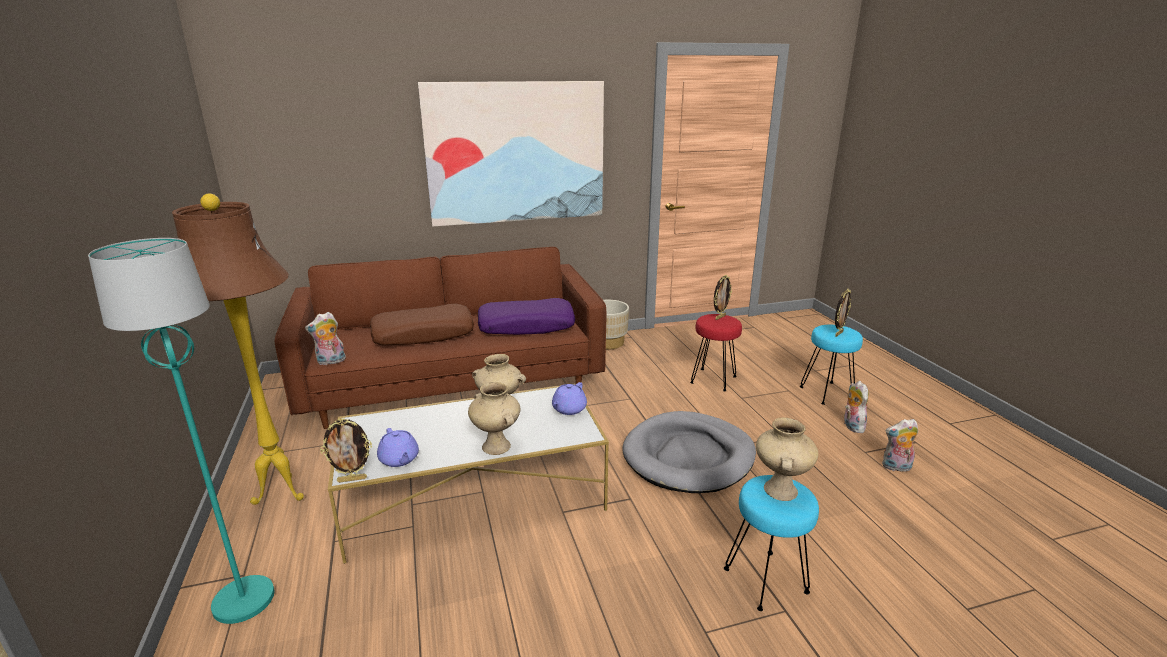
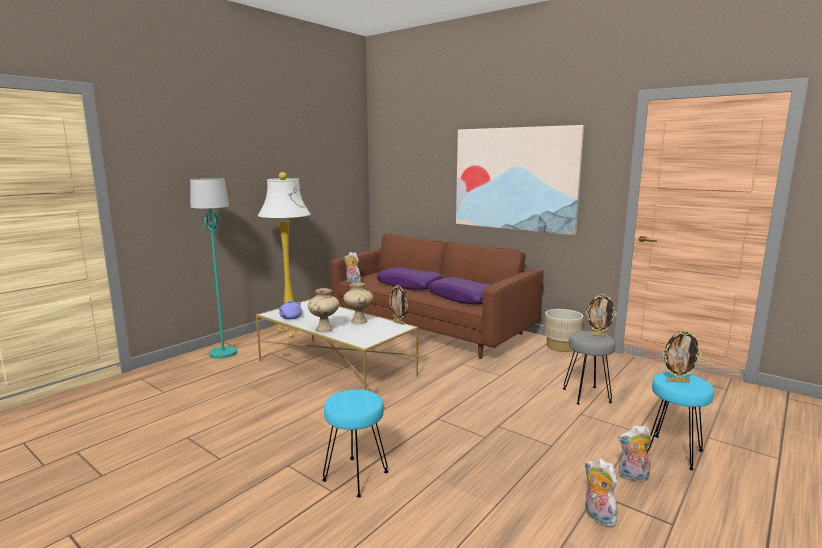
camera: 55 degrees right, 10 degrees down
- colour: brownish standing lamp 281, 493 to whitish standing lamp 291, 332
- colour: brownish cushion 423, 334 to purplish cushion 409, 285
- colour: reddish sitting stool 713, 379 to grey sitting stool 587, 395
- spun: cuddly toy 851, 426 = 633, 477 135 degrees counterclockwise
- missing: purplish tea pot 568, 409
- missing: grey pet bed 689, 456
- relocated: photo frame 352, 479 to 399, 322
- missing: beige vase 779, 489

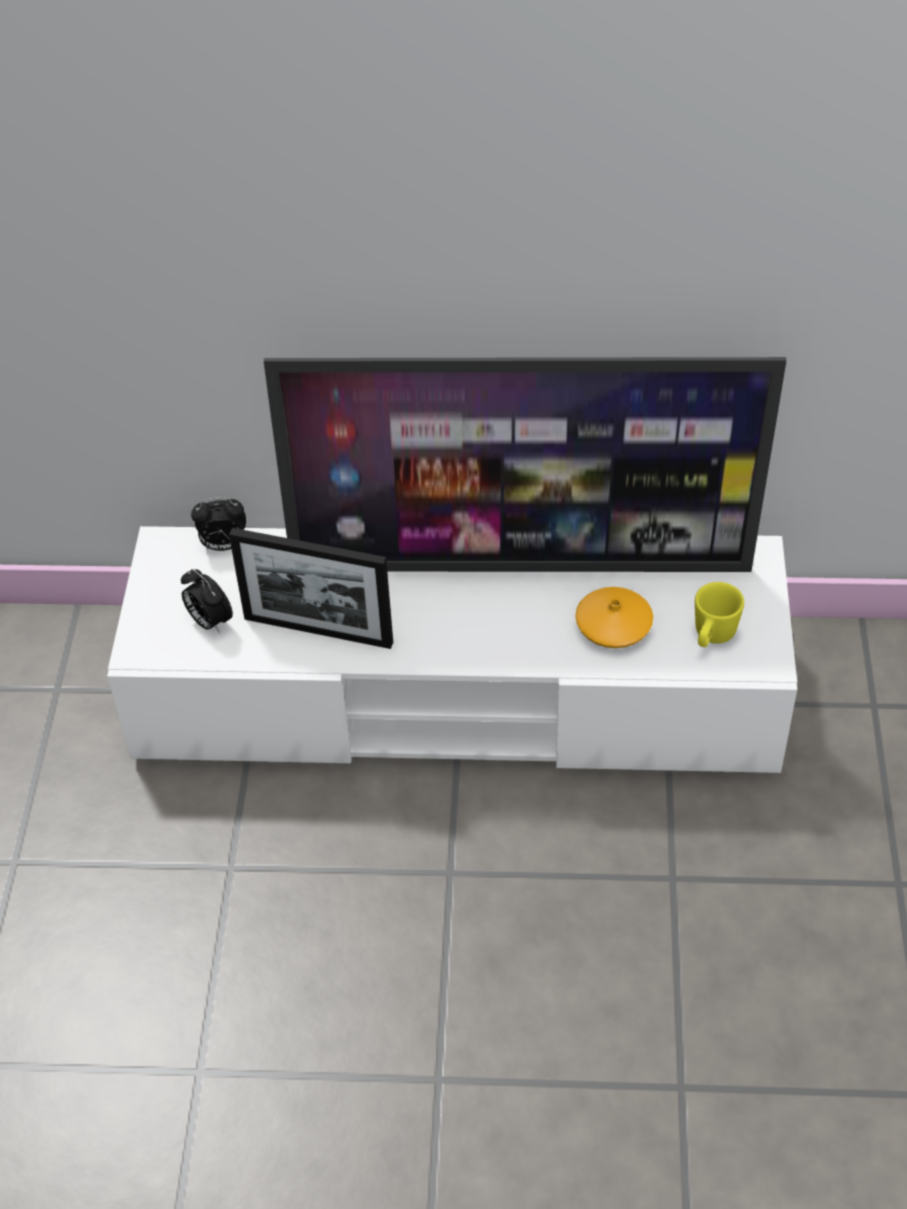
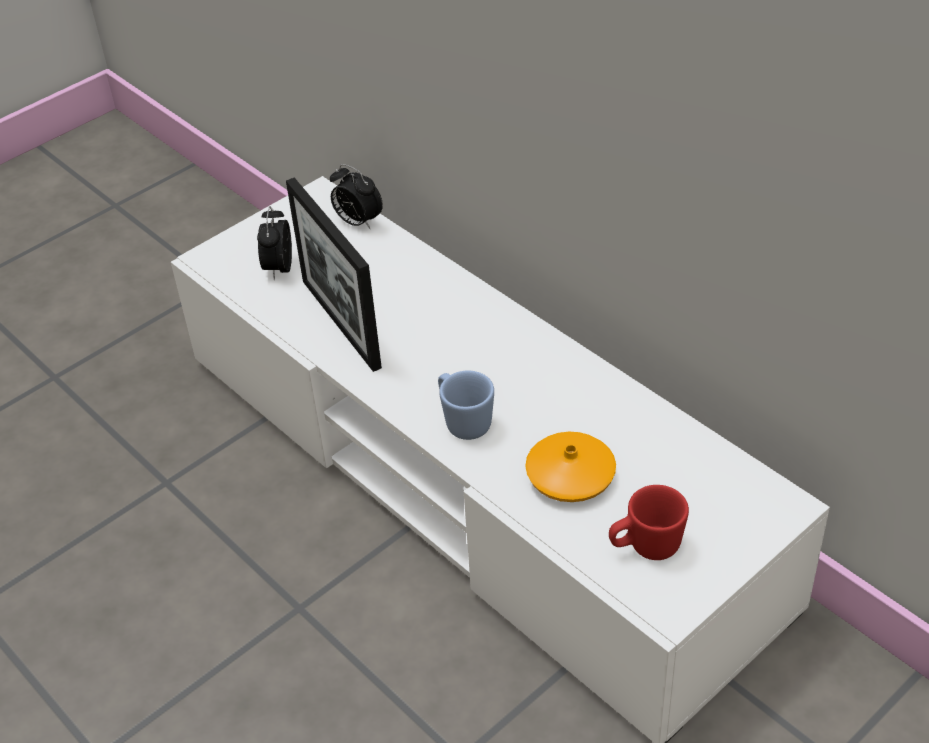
camera: 45 degrees right, 5 degrees down
- missing: TV set 521, 565
- colour: yellow mug 712, 637 to reddish mug 645, 547
- appeared: bluish mug 463, 421

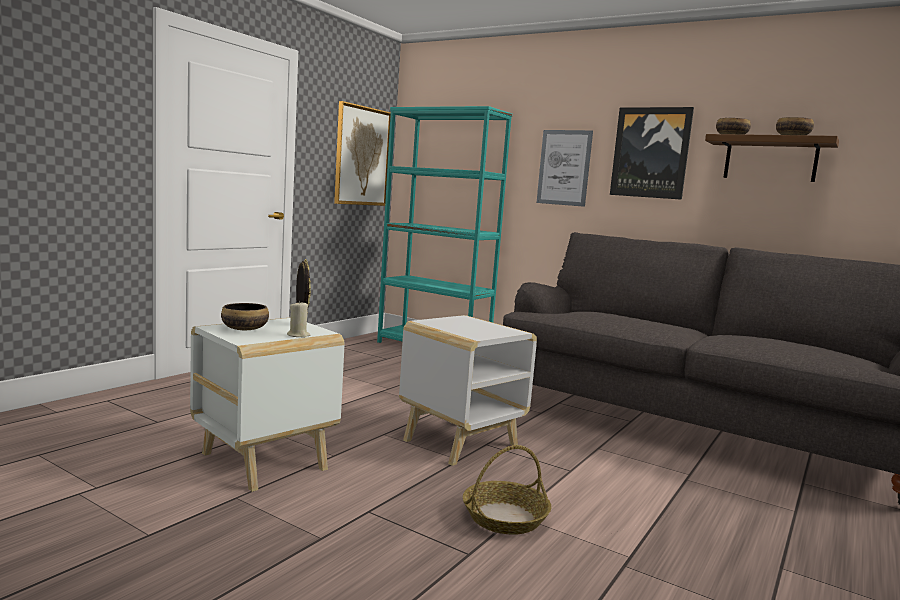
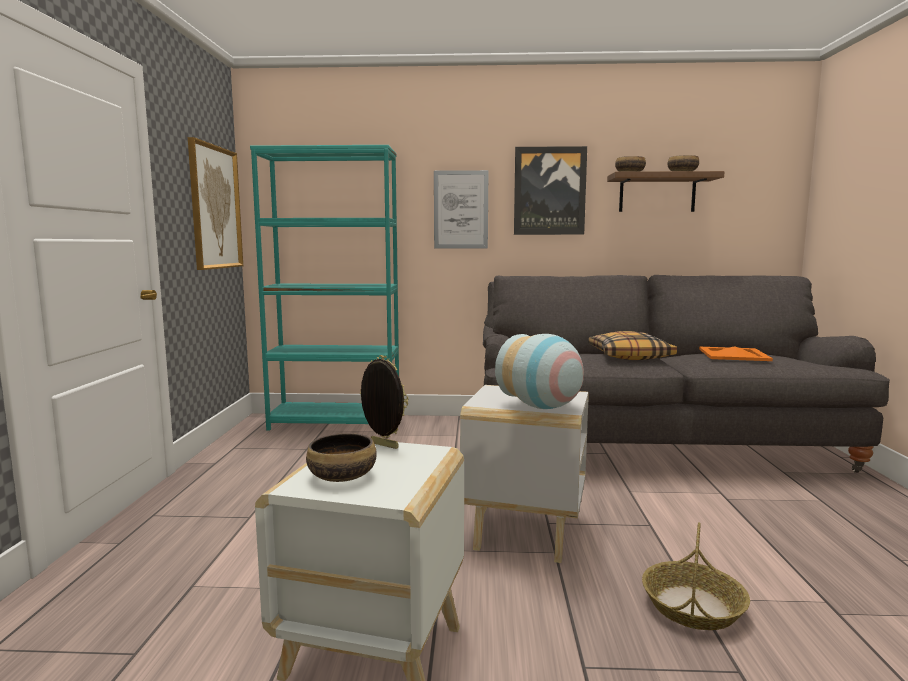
camera: 30 degrees left, 0 degrees up
- missing: beige candle 298, 335
- appeared: cushion 629, 356
- appeared: vase 543, 407
- appeared: orange-coloured serving tray 733, 355

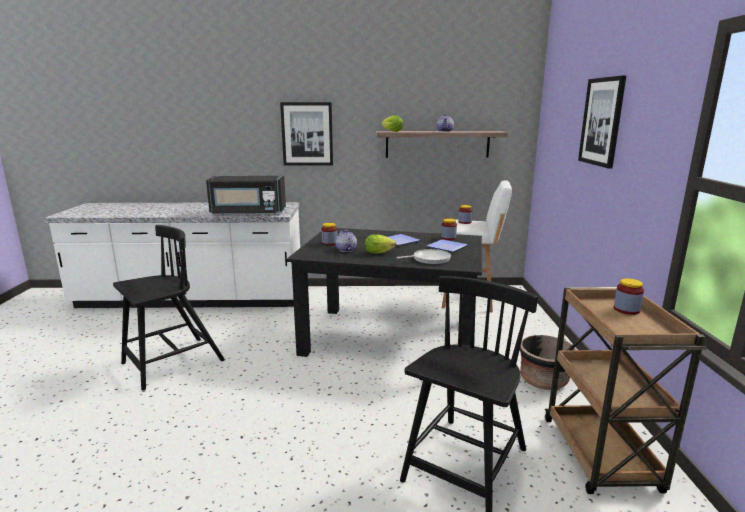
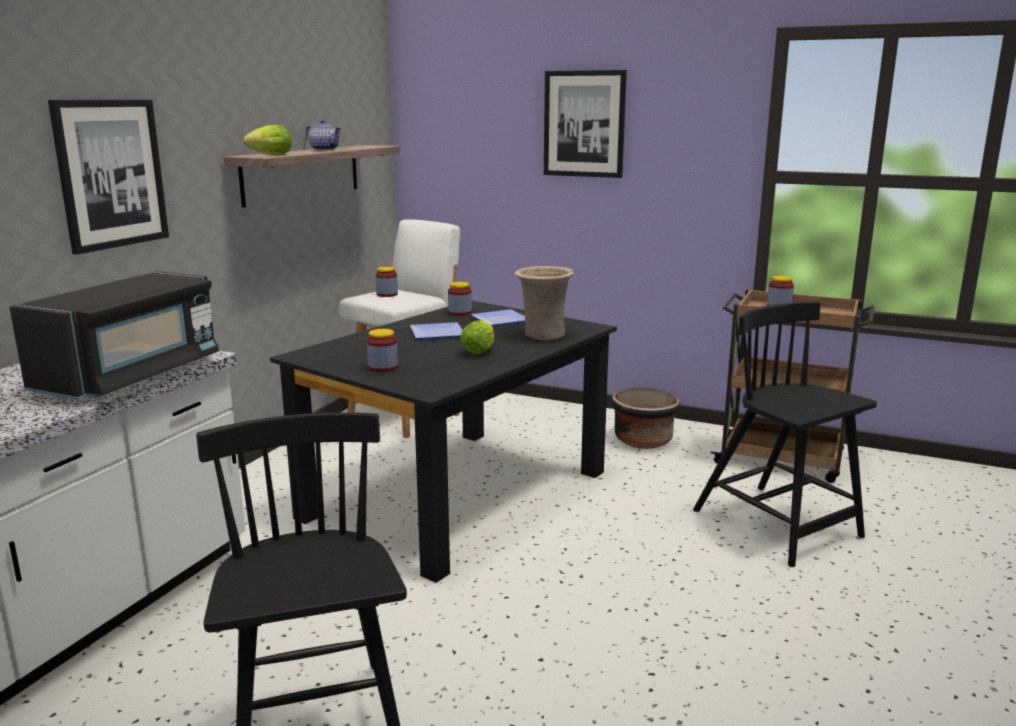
camera: 65 degrees left, 0 degrees up
- missing: tea pot 346, 250
- exchanged: pan 429, 259 to beige vase 542, 335

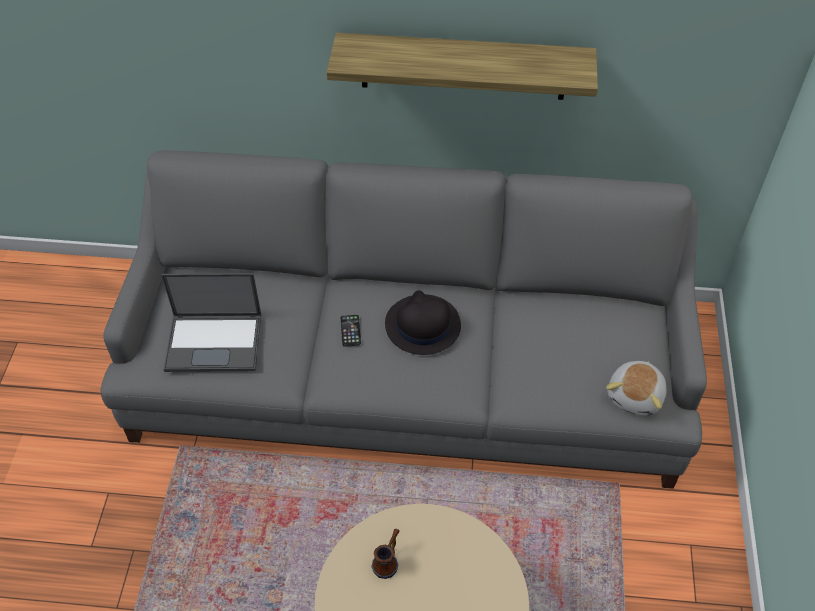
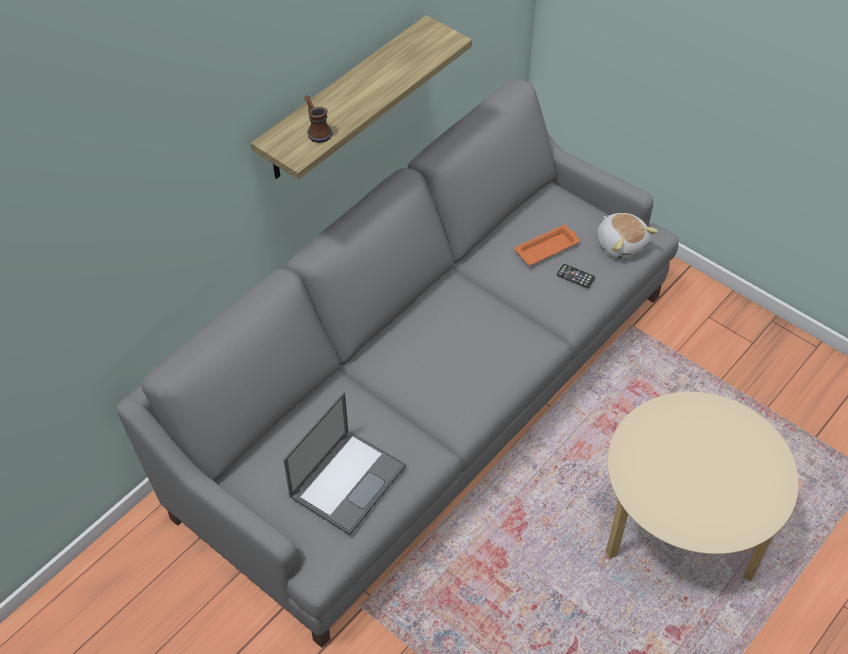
camera: 55 degrees left, 0 degrees up
- missing: black-coloured hat 422, 325
- relocated: phone 350, 331 to 575, 276
- relocated: mug 388, 560 to 316, 130
- appeared: orange-coloured serving tray 547, 248

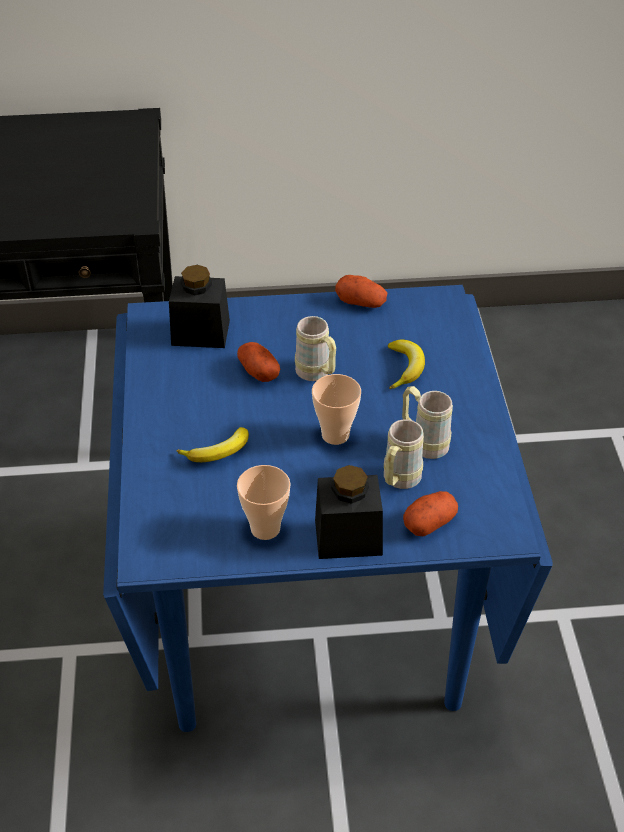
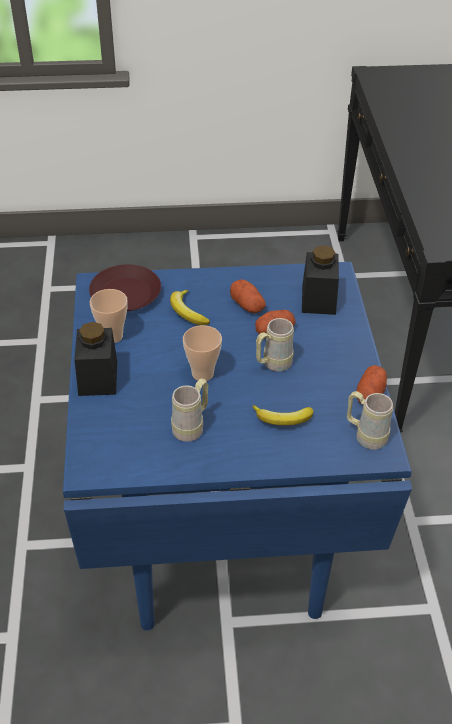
camera: 90 degrees right, 0 degrees up
- relocated: beige mug 398, 481 to 365, 435
- relocated: spud 429, 522 to 247, 305
- appeared: brownish flat dish 126, 294

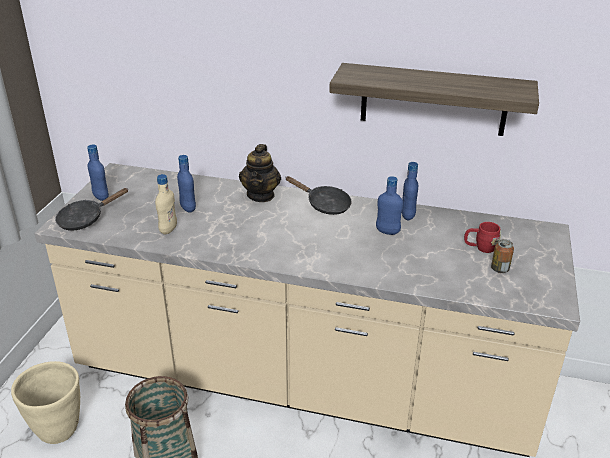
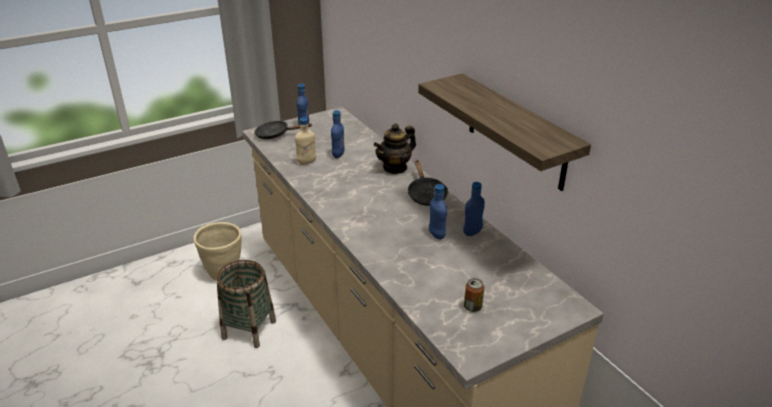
camera: 45 degrees right, 0 degrees up
- missing: reddish mug 480, 247

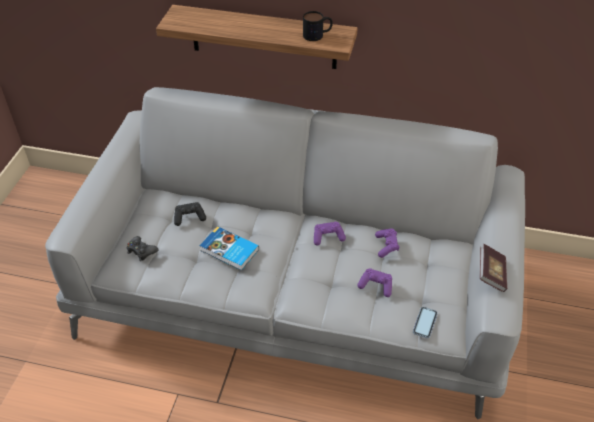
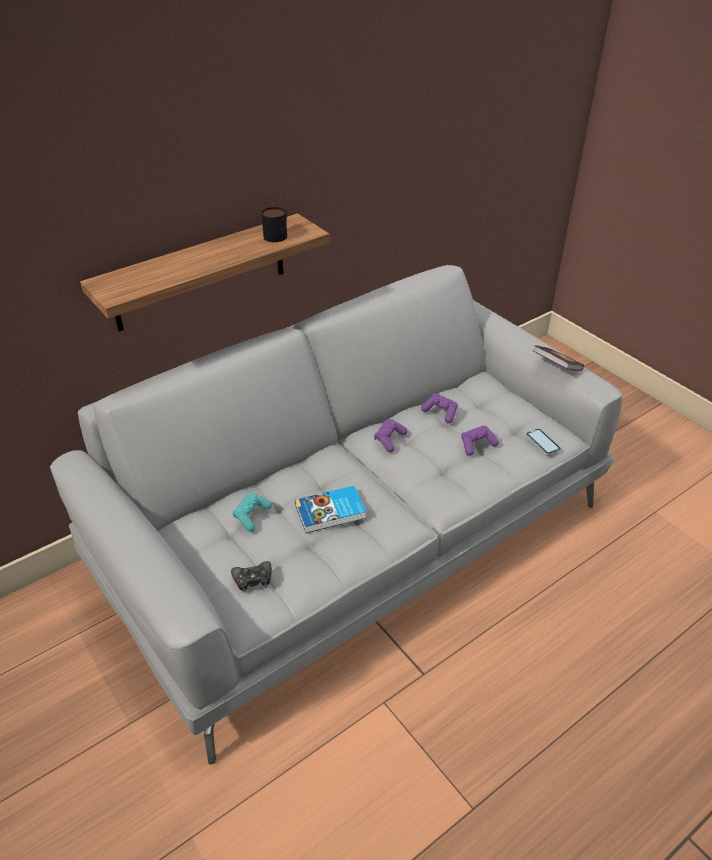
camera: 50 degrees left, 5 degrees down
- colour: black-coloured game controller 189, 217 to turquoise game controller 251, 516

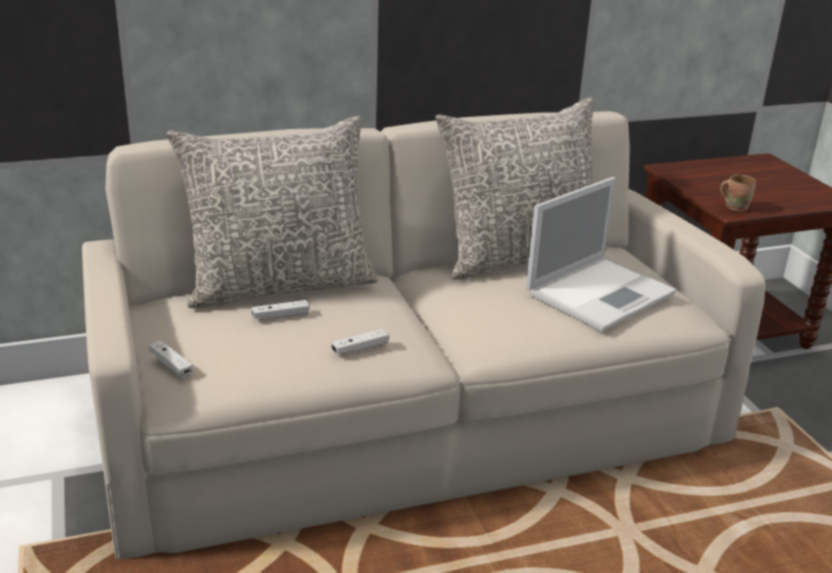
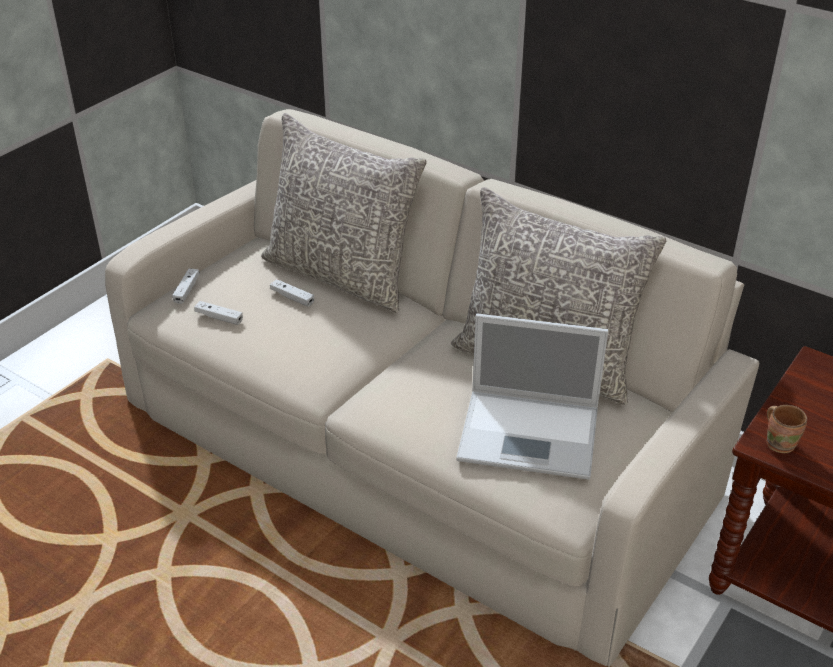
camera: 55 degrees right, 10 degrees up
- relocated: whitish game controller 360, 348 to 219, 317

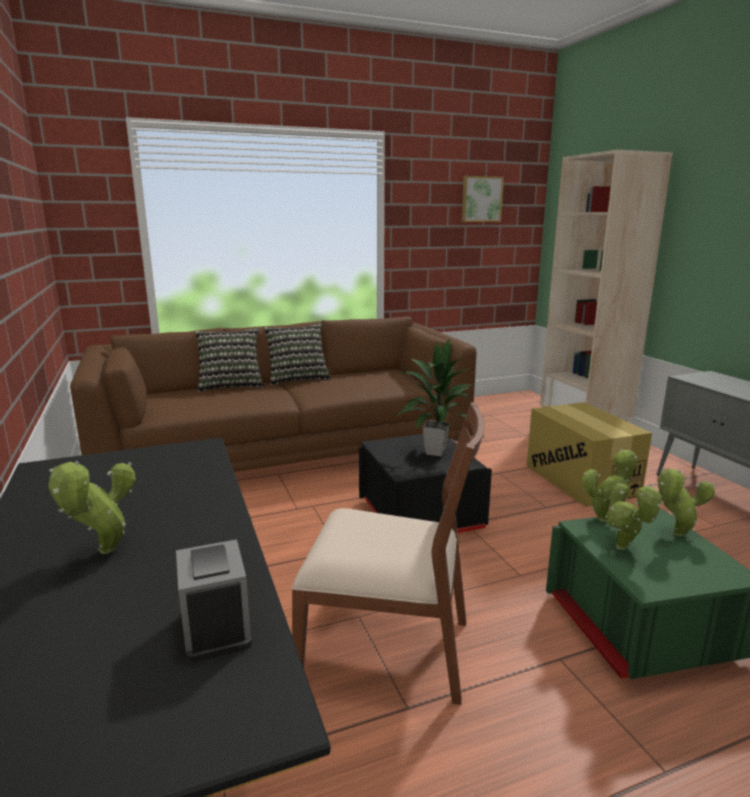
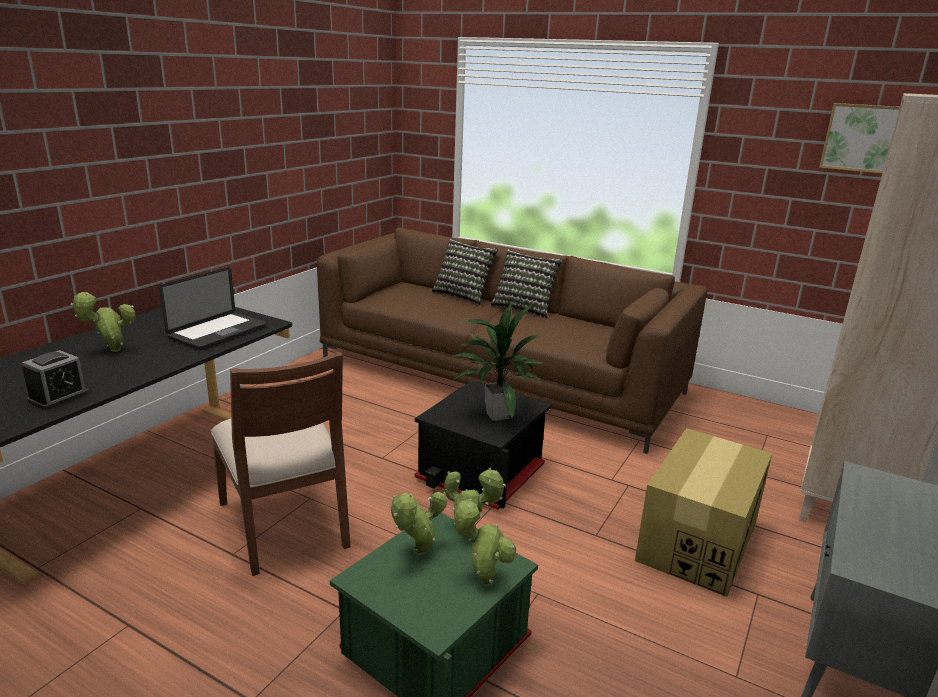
camera: 50 degrees right, 5 degrees up
- appeared: portable computer 218, 332

